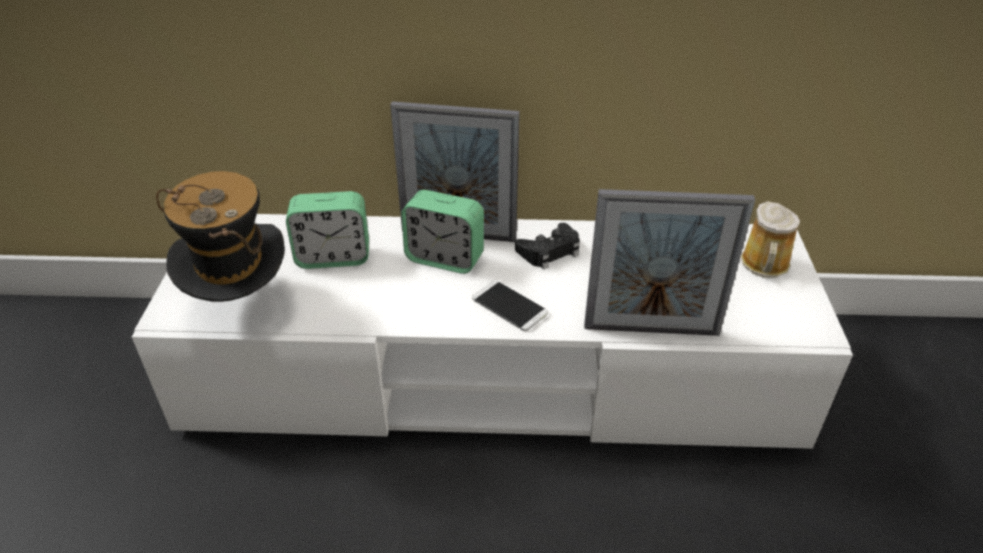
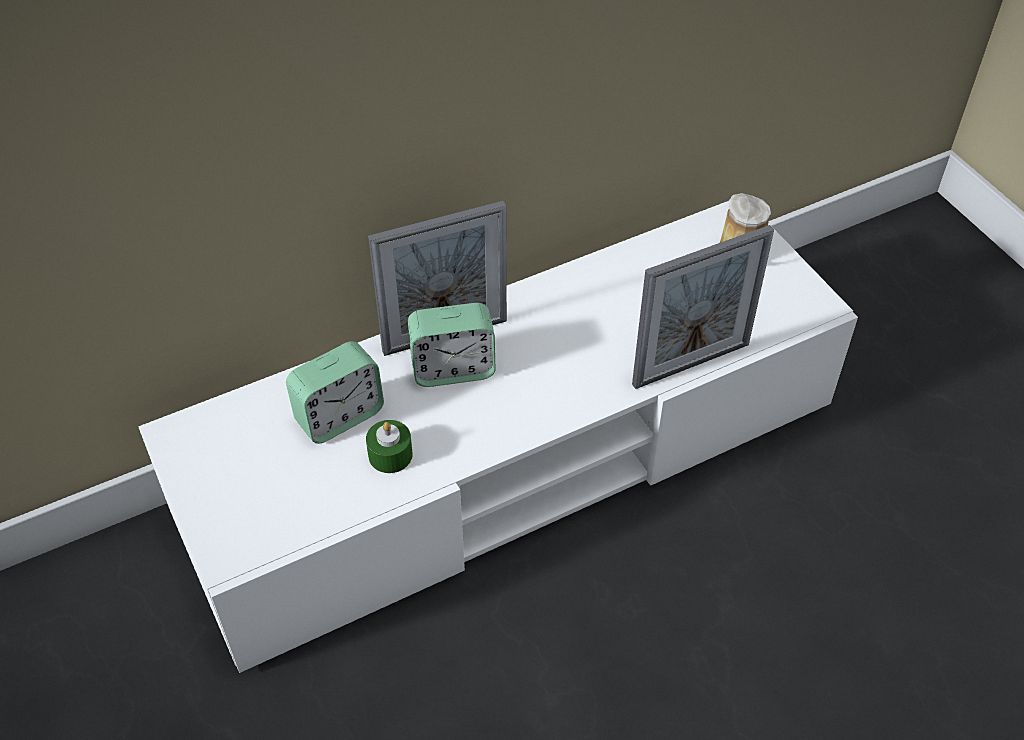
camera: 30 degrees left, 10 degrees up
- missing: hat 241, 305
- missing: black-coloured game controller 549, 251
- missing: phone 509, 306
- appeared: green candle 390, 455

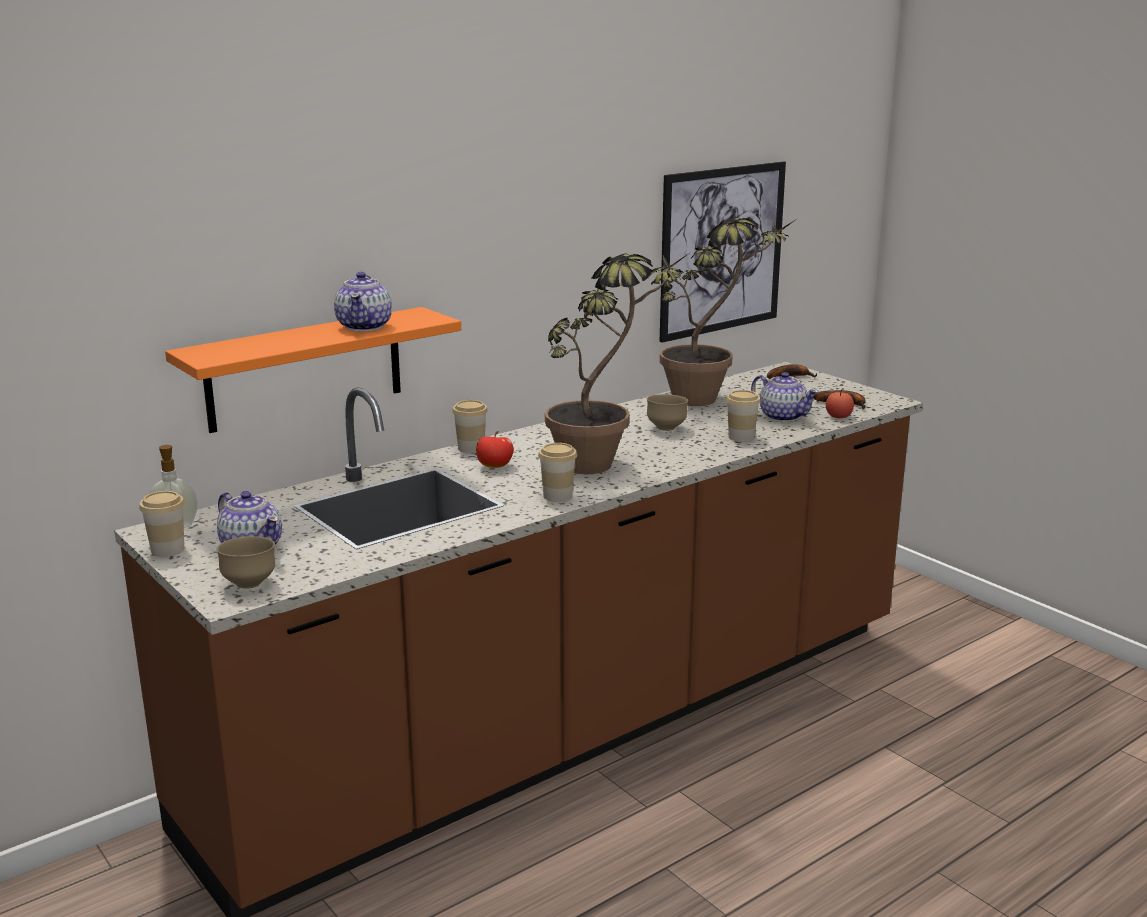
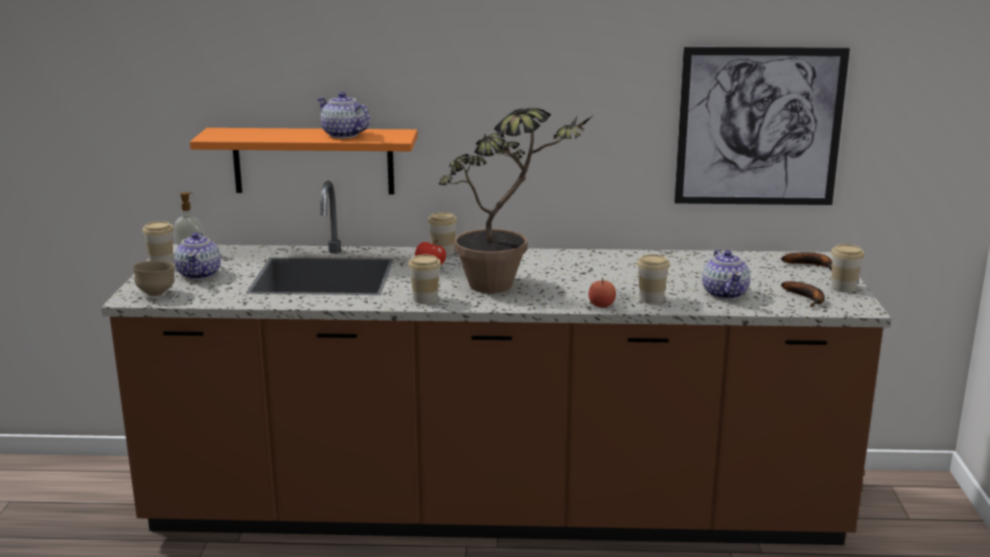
camera: 40 degrees right, 0 degrees up
- missing: plant in a pot 710, 398
- spun: tea pot 365, 326 = 343, 135 90 degrees clockwise
- relocated: apple 838, 416 to 601, 305
- missing: brownish deep dish 666, 428
- appeared: small cup 843, 288

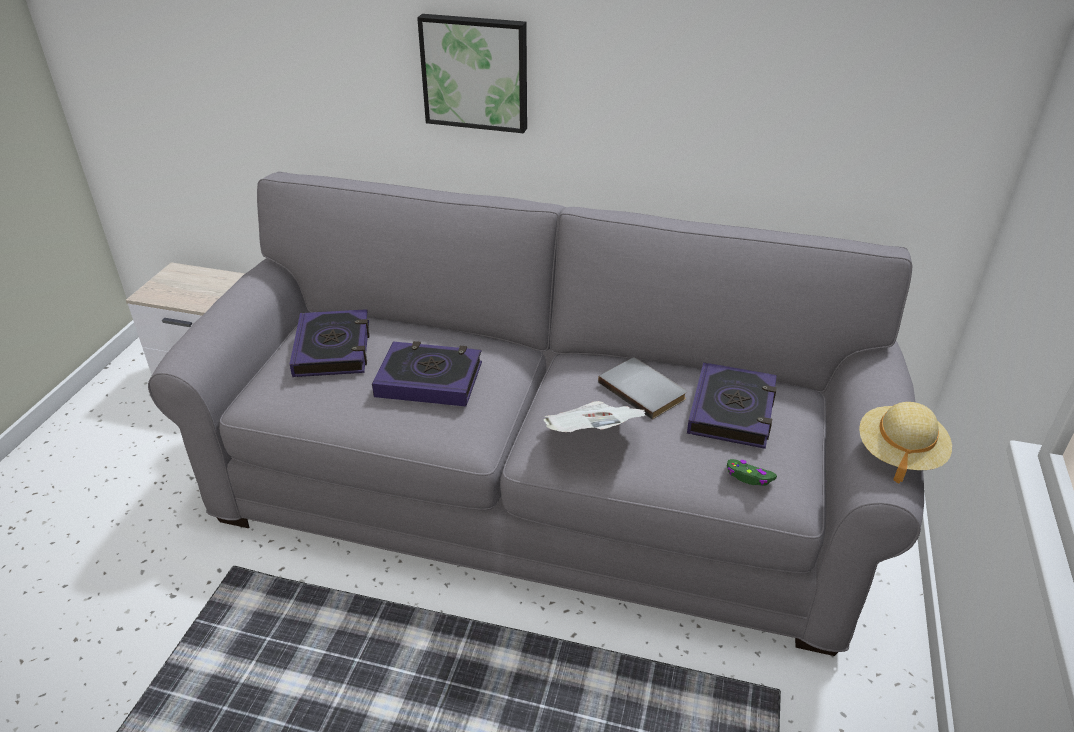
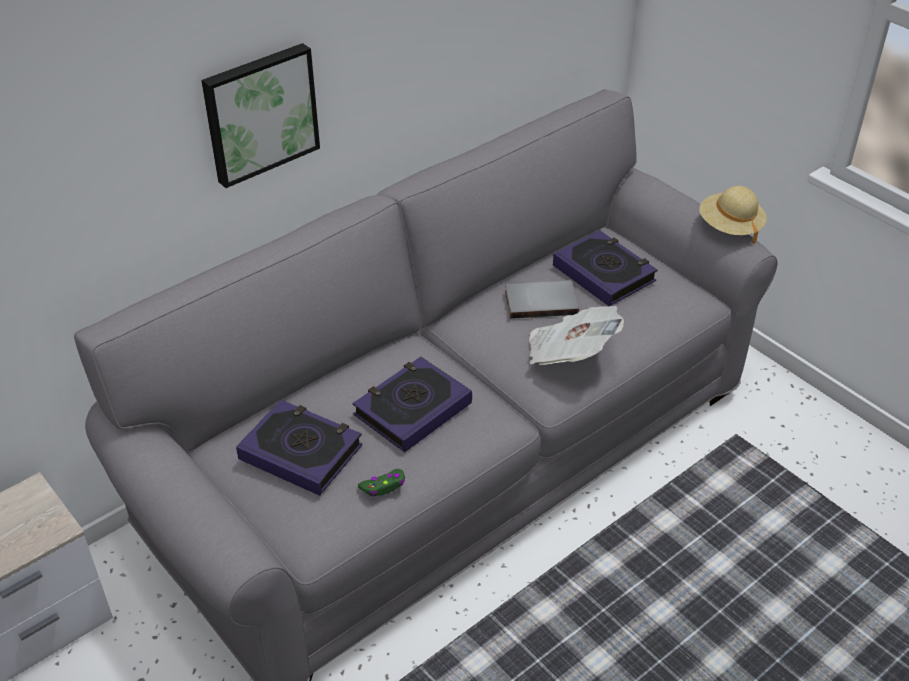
camera: 55 degrees left, 5 degrees up
- relocated: green game controller 749, 477 to 383, 486

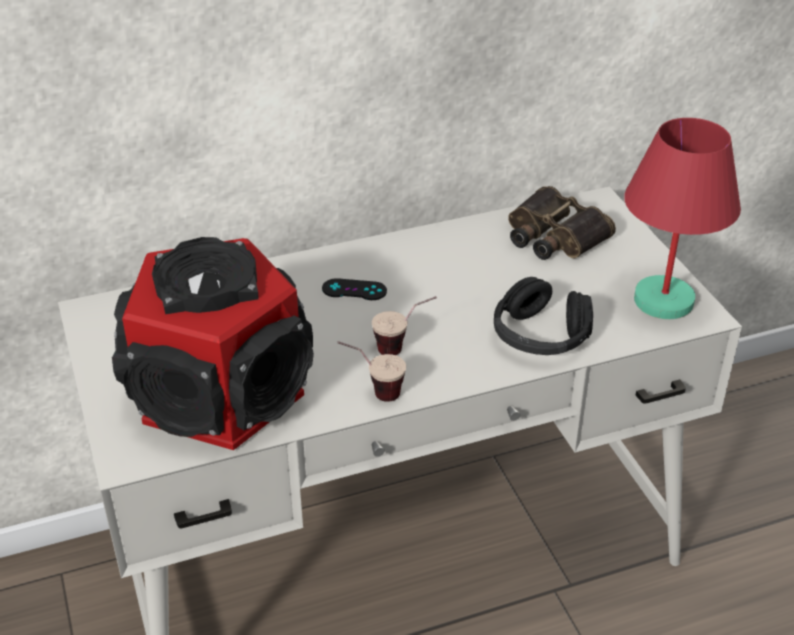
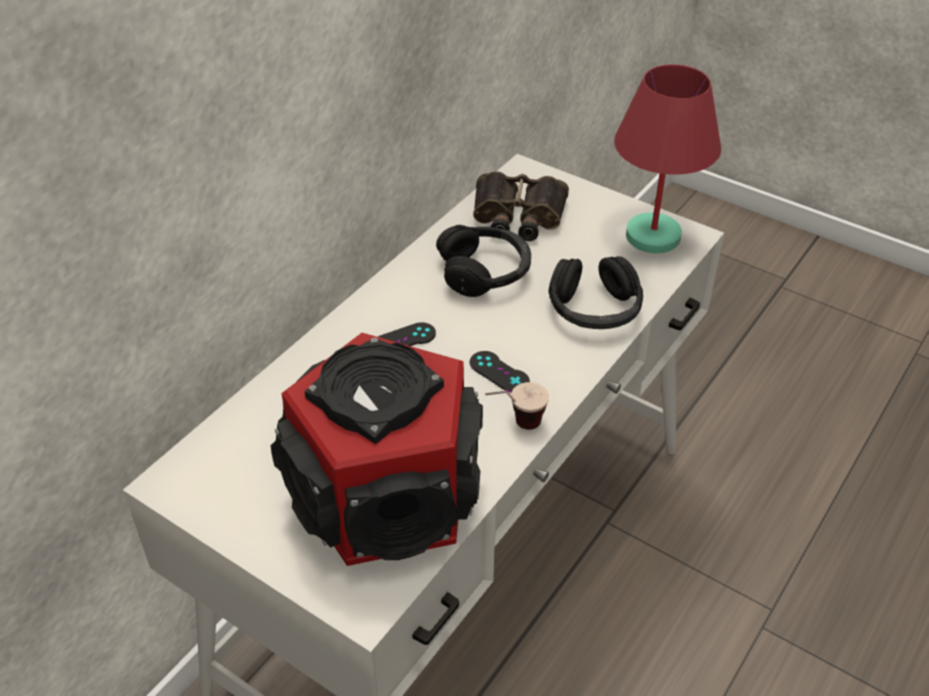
camera: 35 degrees left, 5 degrees up
- exchanged: small cup 404, 347 to black-coloured game controller 499, 372
- appeared: black-coloured headset 485, 272

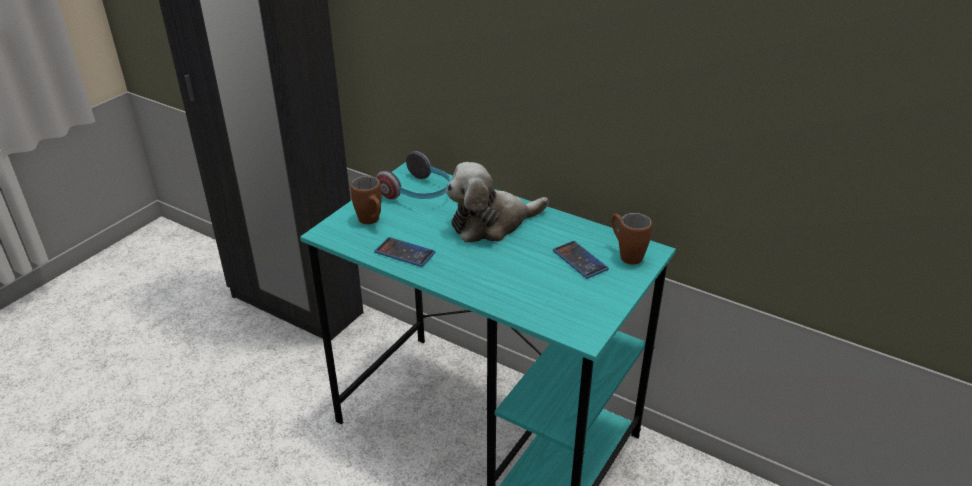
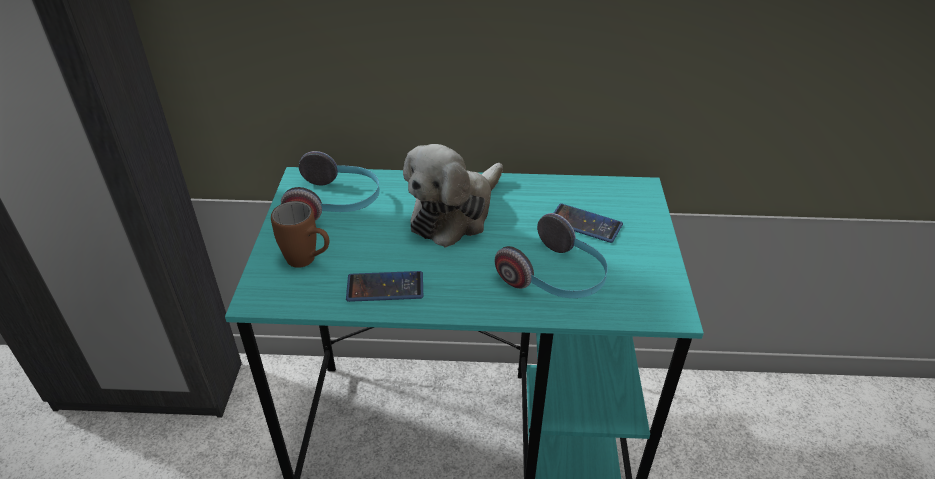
camera: 30 degrees left, 5 degrees up
- missing: brownish mug 625, 254
- appeared: headset 556, 278

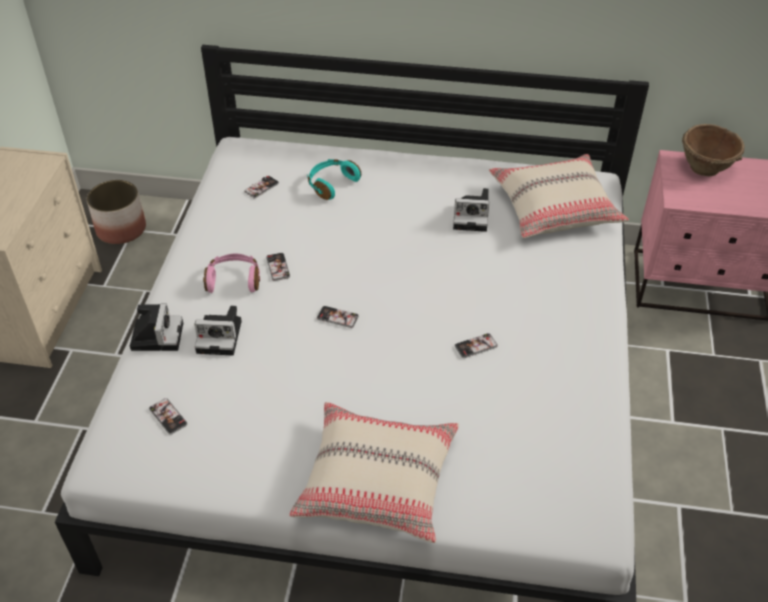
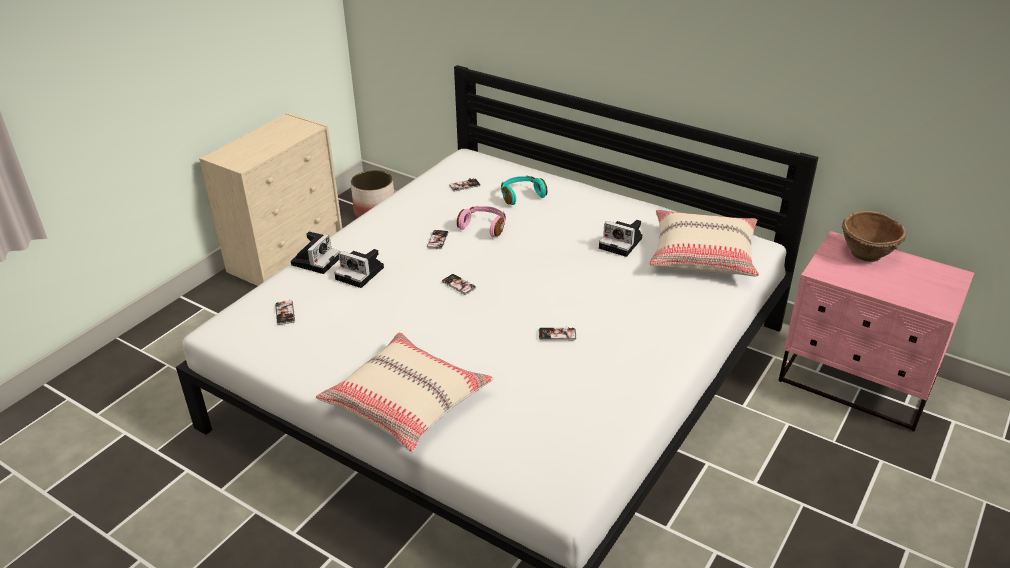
camera: 25 degrees right, 10 degrees down
- relocated: pinkish headset 234, 280 to 484, 226

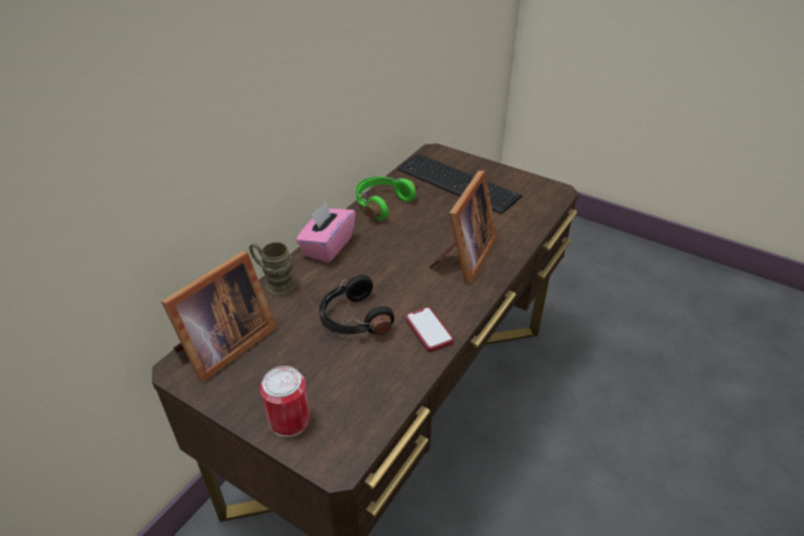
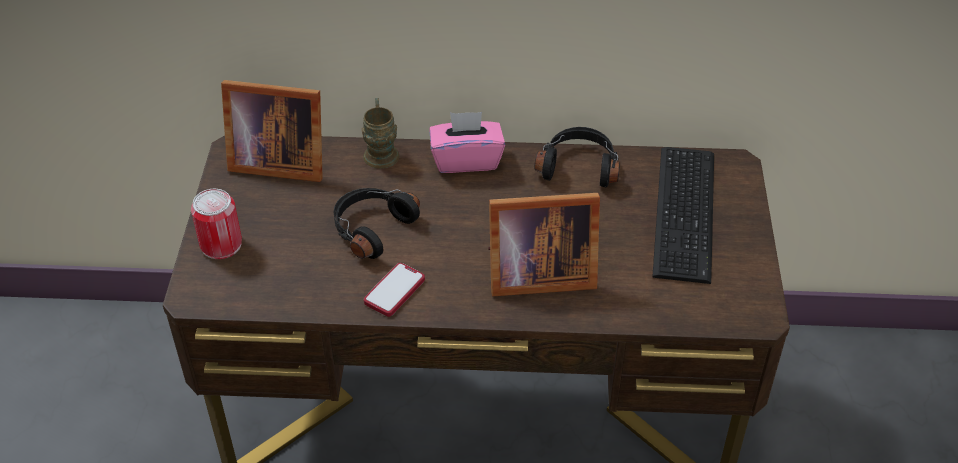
camera: 60 degrees right, 5 degrees up
- colour: green headset 381, 203 to black-coloured headset 579, 166

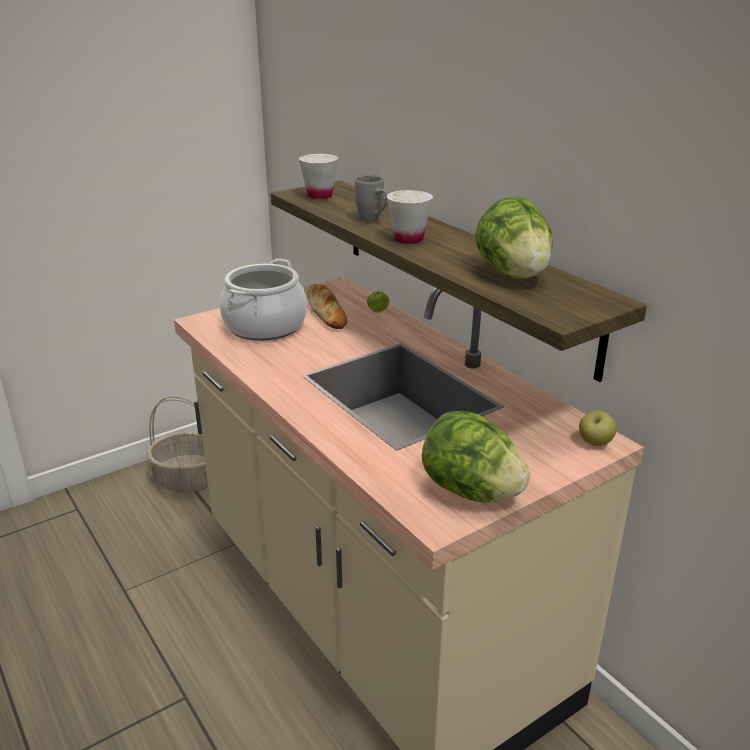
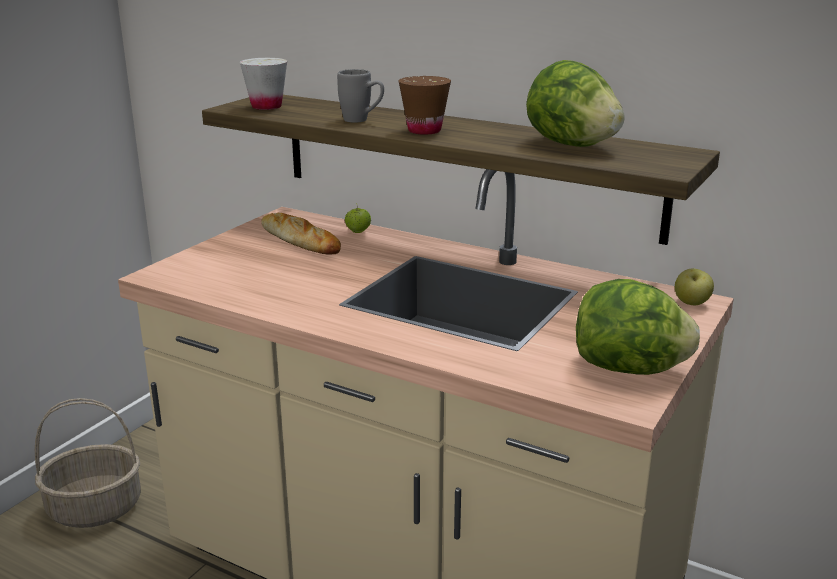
camera: 25 degrees left, 5 degrees down
- colour: whitish small cup 408, 239 to brownish small cup 424, 131
- missing: saucepot 264, 326

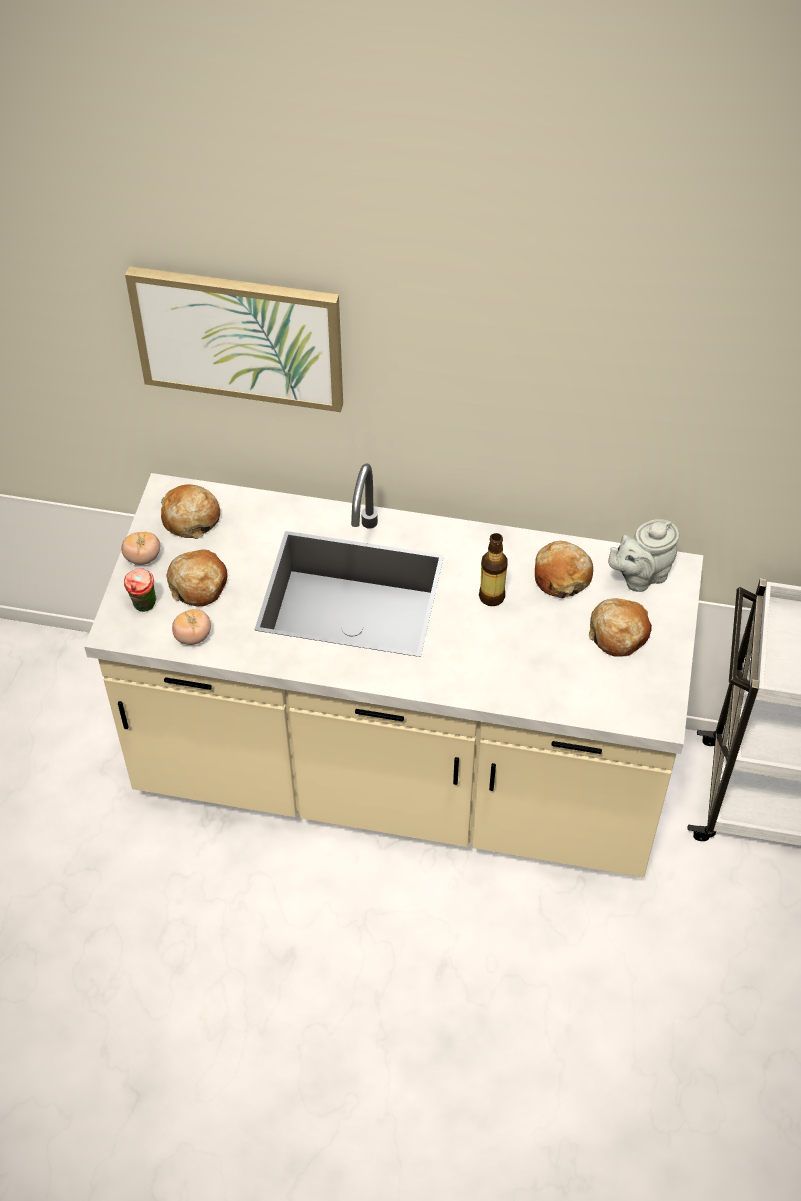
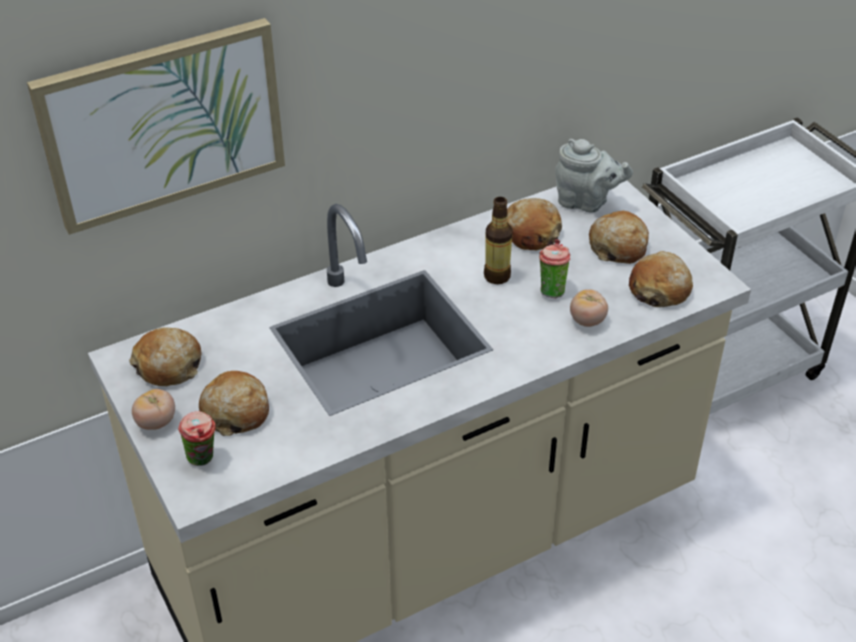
camera: 40 degrees left, 10 degrees down
- spun: grey tea pot 640, 576 = 586, 202 90 degrees counterclockwise
- relocated: whole tomato 193, 636 to 587, 321
- appeared: small cup 551, 290
- appeared: baked bread 659, 289

